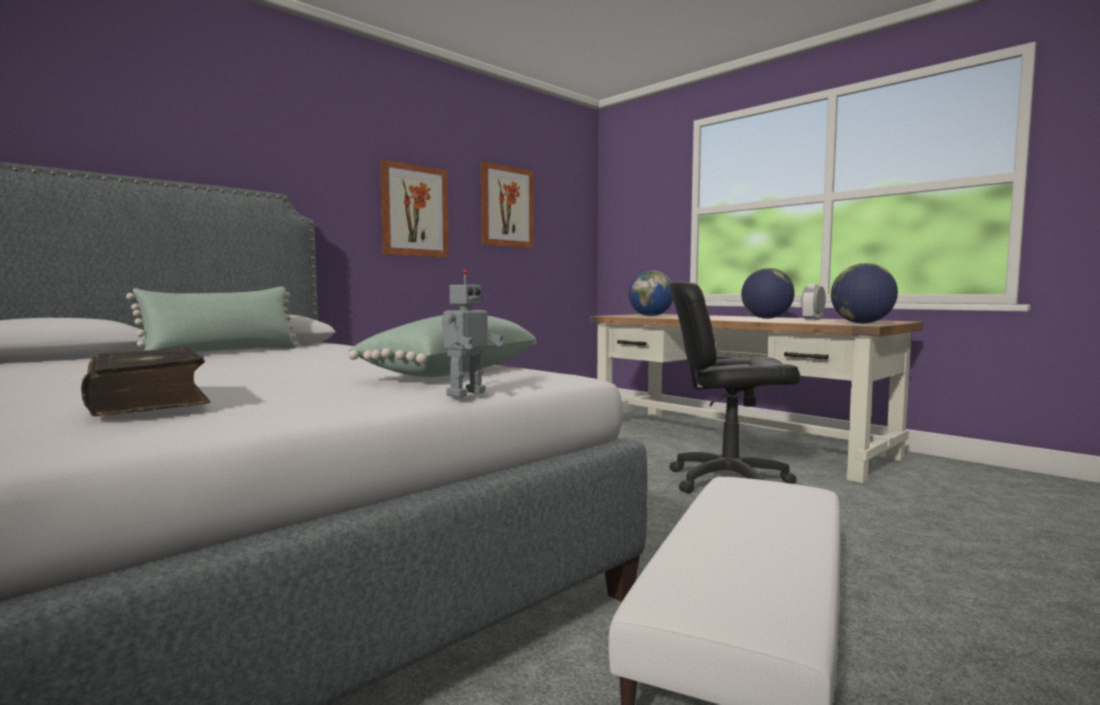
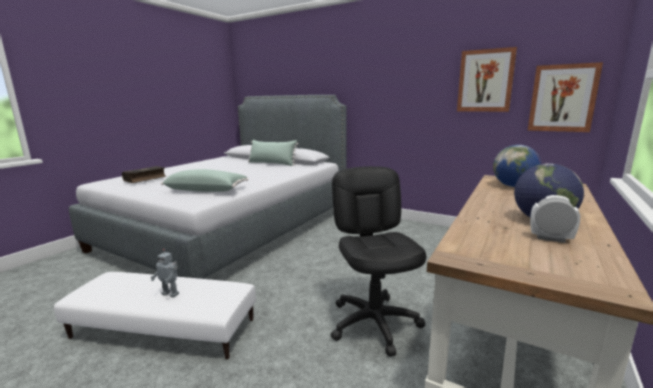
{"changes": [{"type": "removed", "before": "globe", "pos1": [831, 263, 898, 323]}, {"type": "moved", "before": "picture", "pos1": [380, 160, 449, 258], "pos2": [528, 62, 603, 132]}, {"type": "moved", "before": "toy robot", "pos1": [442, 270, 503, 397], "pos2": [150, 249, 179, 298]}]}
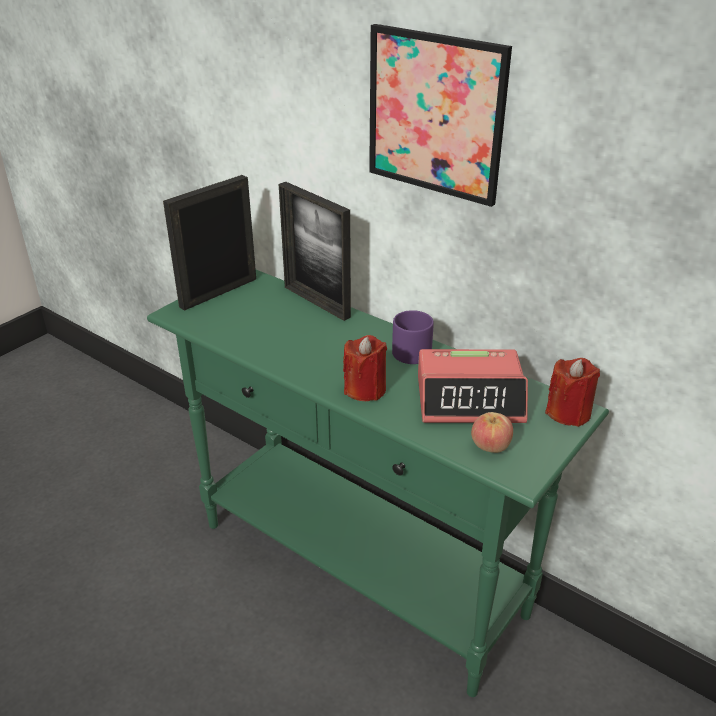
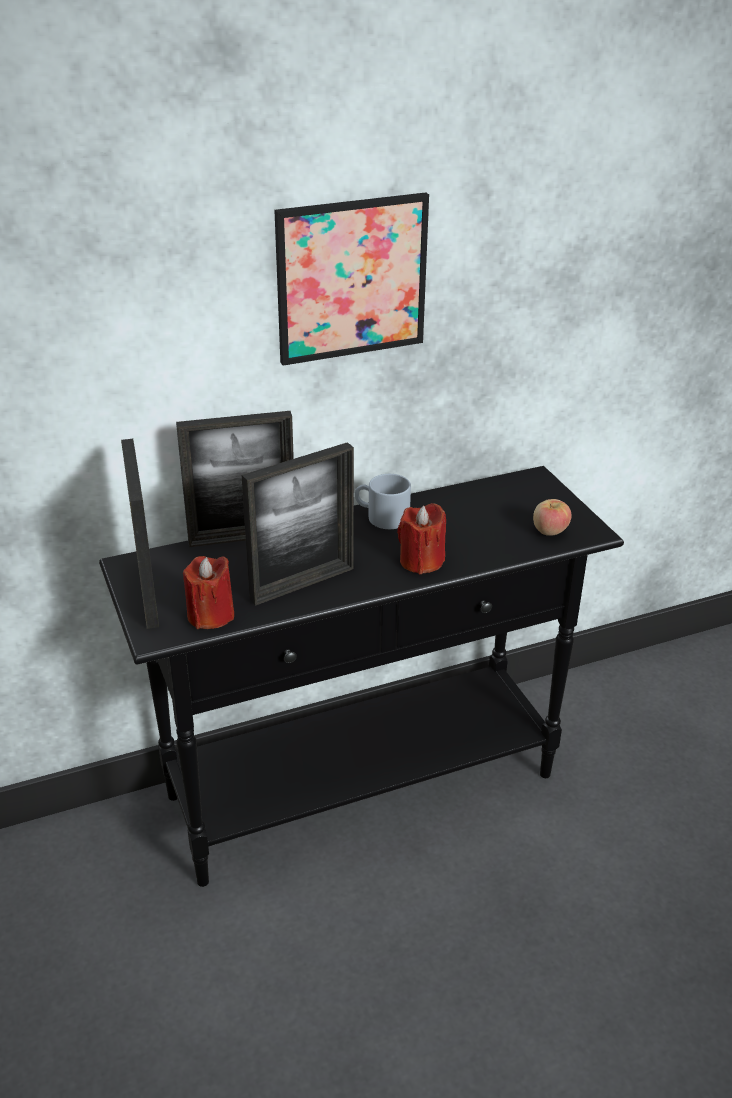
{"changes": [{"type": "removed", "before": "alarm clock", "pos1": [418, 349, 528, 423]}, {"type": "added", "after": "picture frame", "pos2": [242, 442, 354, 606]}, {"type": "moved", "before": "red candle", "pos1": [545, 358, 600, 427], "pos2": [183, 556, 234, 629]}, {"type": "recoloured", "before": "green console table", "after": "black console table", "pos1": [147, 270, 609, 697], "pos2": [99, 466, 624, 887]}, {"type": "recoloured", "before": "purple mug", "after": "grey mug", "pos1": [392, 310, 434, 364], "pos2": [355, 474, 411, 529]}]}
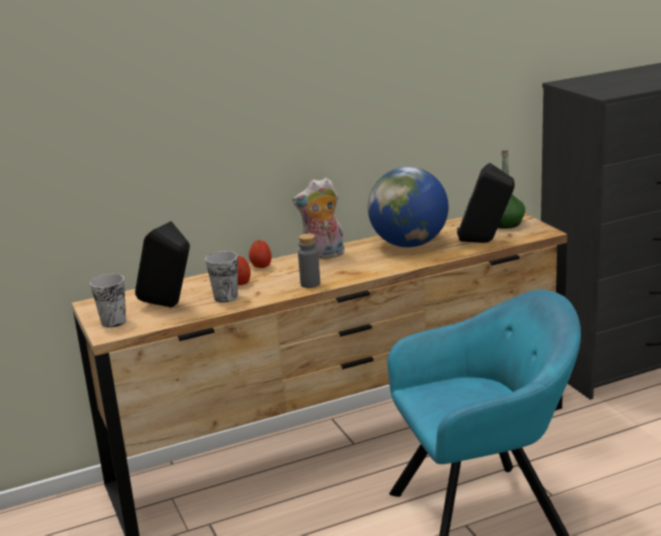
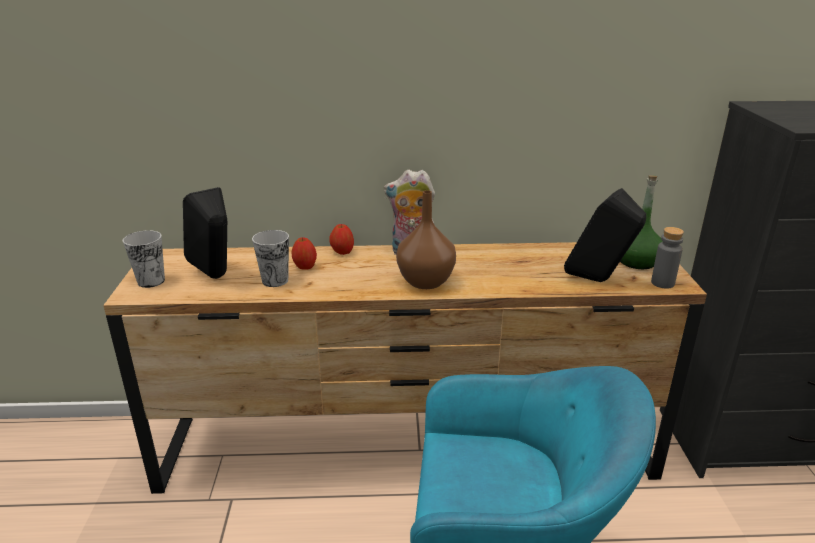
{"changes": [{"type": "removed", "before": "globe", "pos1": [368, 167, 449, 247]}, {"type": "added", "after": "brown vase", "pos2": [396, 190, 456, 289]}, {"type": "moved", "before": "grey bottle", "pos1": [298, 233, 320, 288], "pos2": [651, 227, 684, 289]}]}
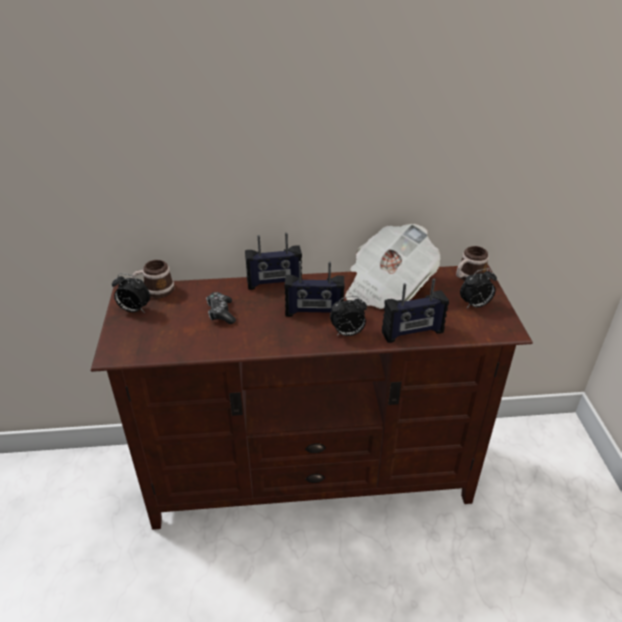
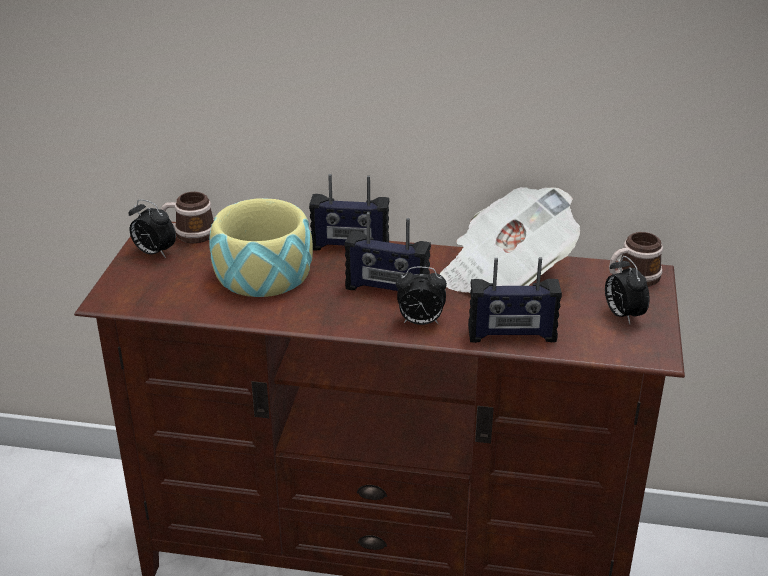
{"changes": [{"type": "replaced", "before": "game controller", "after": "bowl", "pos1": [206, 292, 236, 324], "pos2": [209, 198, 313, 297]}, {"type": "turned", "before": "alarm clock", "pos1": [460, 268, 497, 309], "pos2": [605, 256, 649, 324], "turn": 75}]}
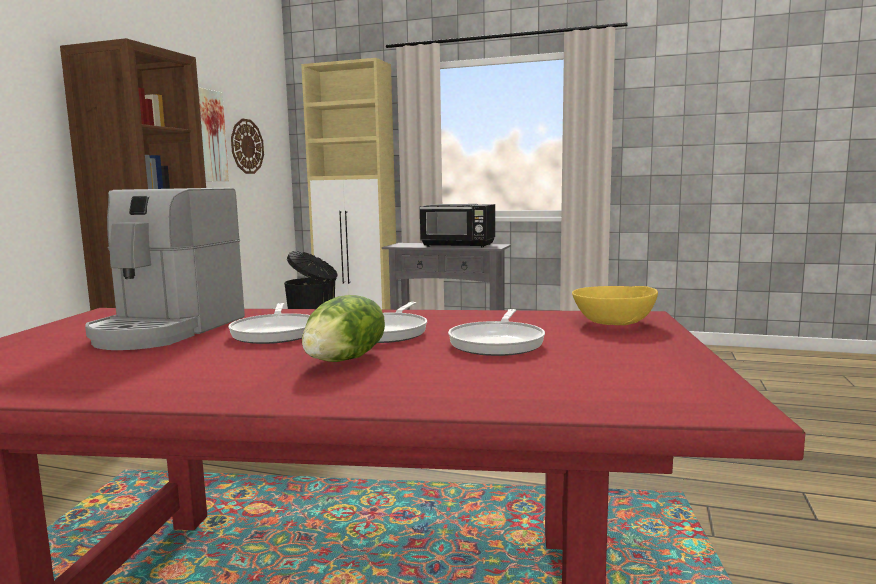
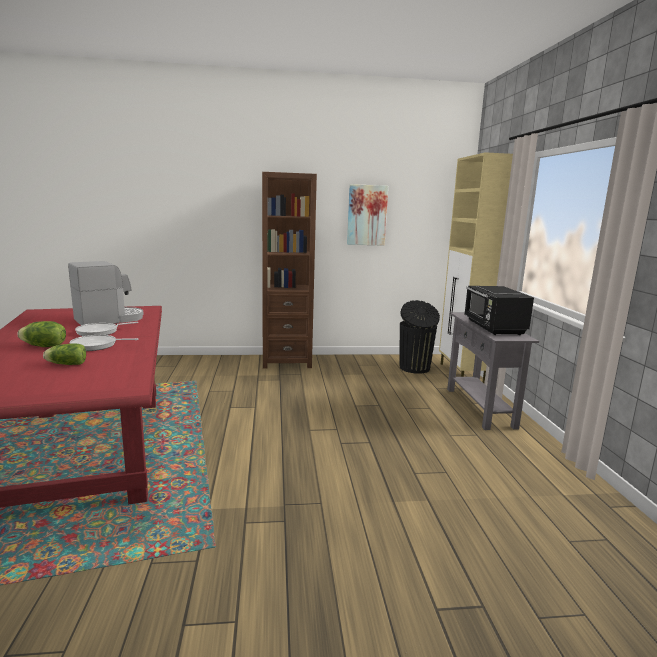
{"changes": [{"type": "removed", "before": "wall clock", "pos1": [231, 119, 264, 174]}, {"type": "removed", "before": "yellow bowl", "pos1": [572, 286, 658, 325]}, {"type": "replaced", "before": "frying pan", "after": "lettuce", "pos1": [448, 309, 545, 356], "pos2": [43, 343, 86, 365]}, {"type": "turned", "before": "coffee machine", "pos1": [85, 188, 245, 350], "pos2": [68, 261, 144, 325], "turn": 150}]}
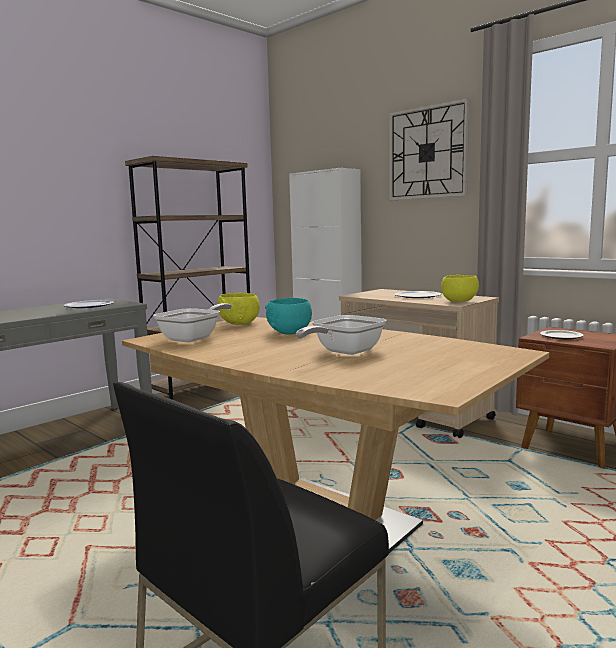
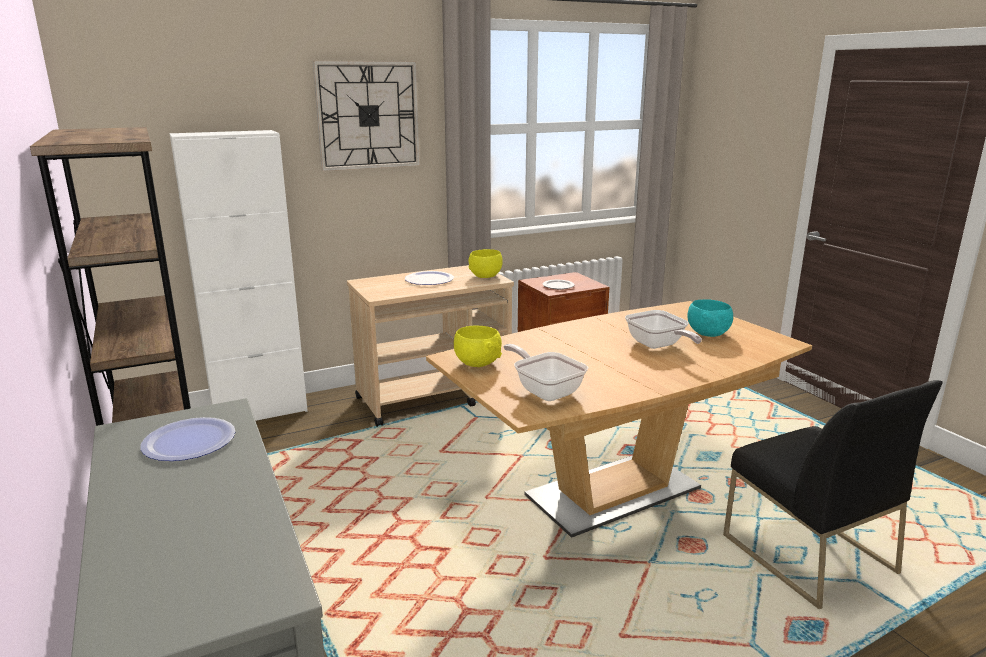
{"changes": [{"type": "moved", "before": "turquoise bowl", "pos1": [265, 298, 312, 335], "pos2": [687, 299, 733, 337]}]}
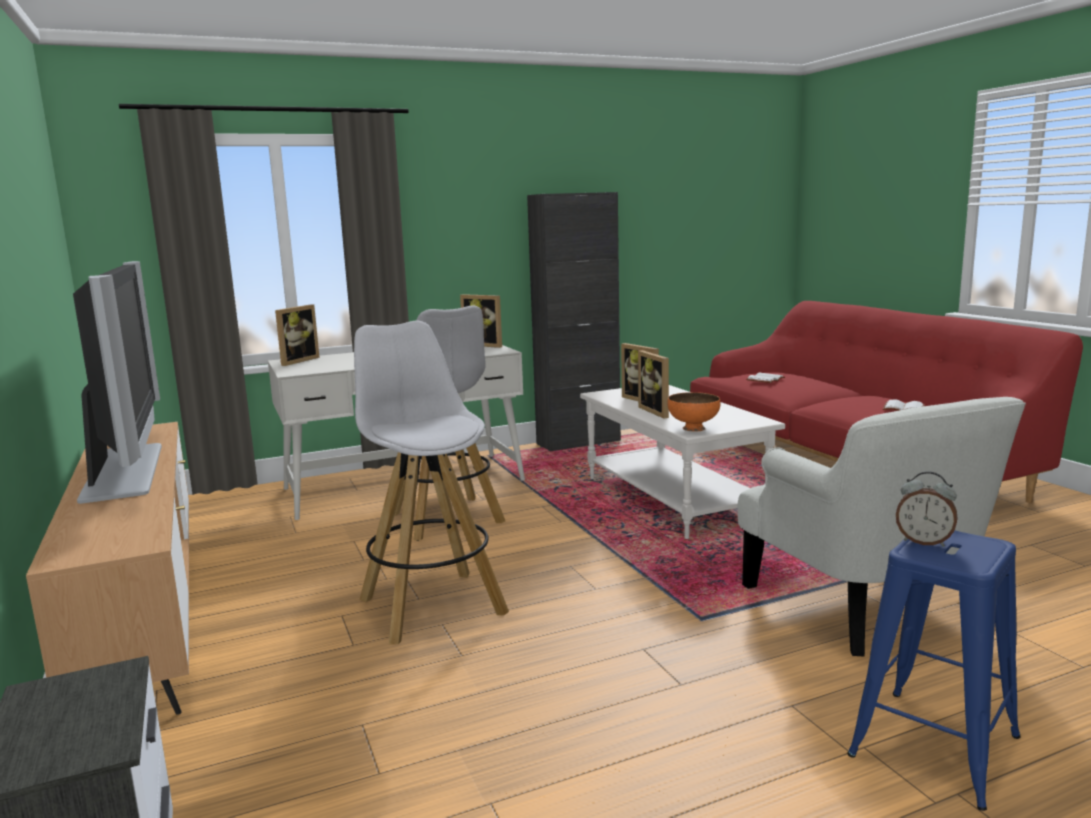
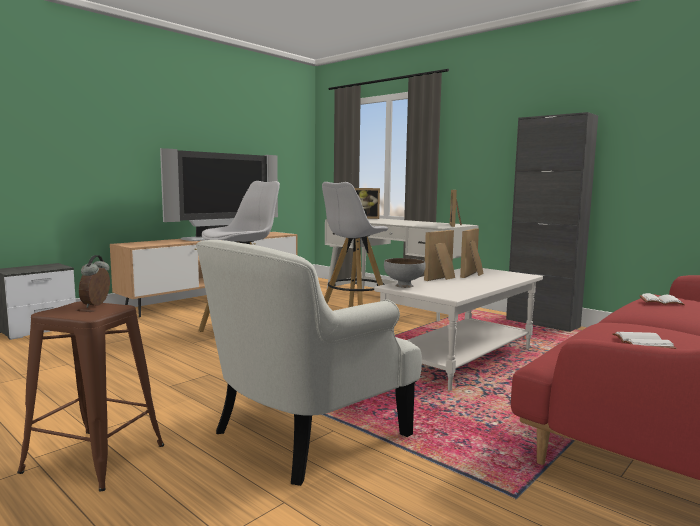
{"changes": [{"type": "recoloured", "before": "orange bowl", "after": "grey bowl", "pos1": [667, 392, 720, 432], "pos2": [384, 258, 426, 288]}, {"type": "recoloured", "before": "blue stool", "after": "brown stool", "pos1": [847, 531, 1021, 811], "pos2": [17, 301, 164, 491]}]}
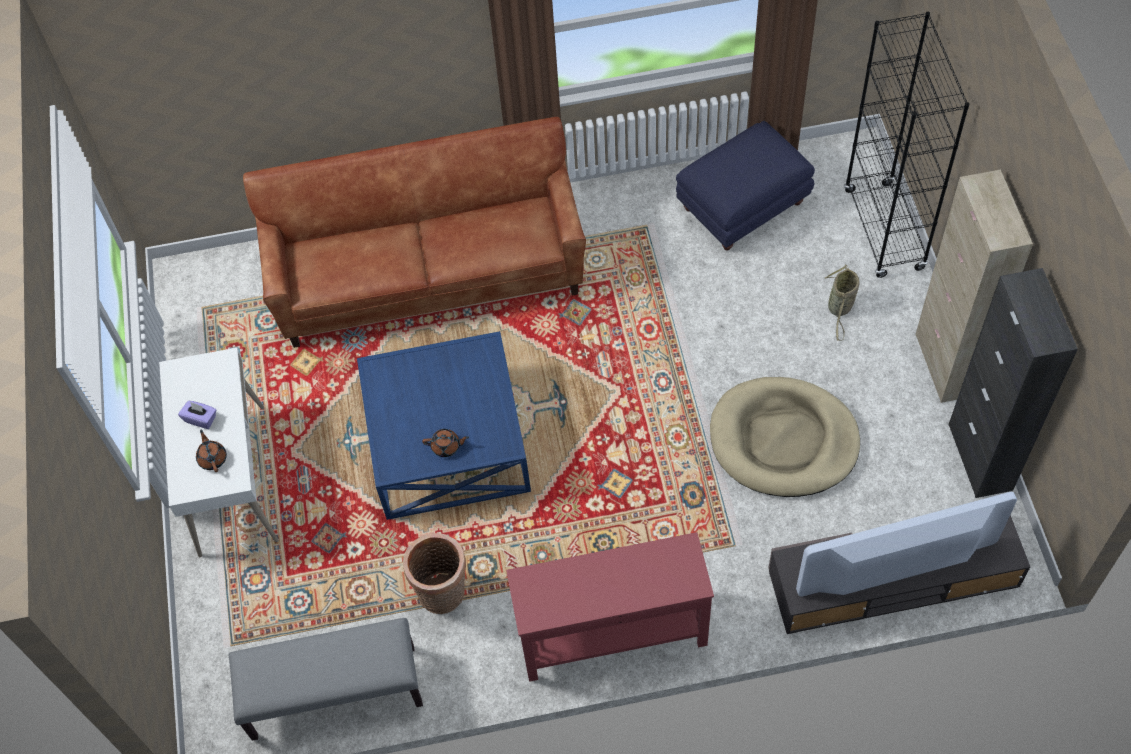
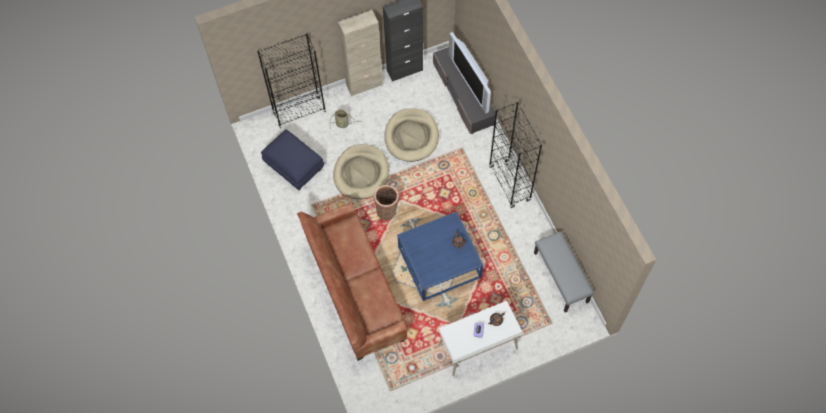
{"changes": [{"type": "added", "after": "beige dog bed", "pos2": [333, 144, 389, 199]}, {"type": "moved", "before": "basket", "pos1": [403, 533, 466, 614], "pos2": [374, 185, 399, 220]}, {"type": "replaced", "before": "red console table", "after": "black bookcase", "pos1": [506, 532, 714, 682], "pos2": [489, 101, 542, 208]}]}
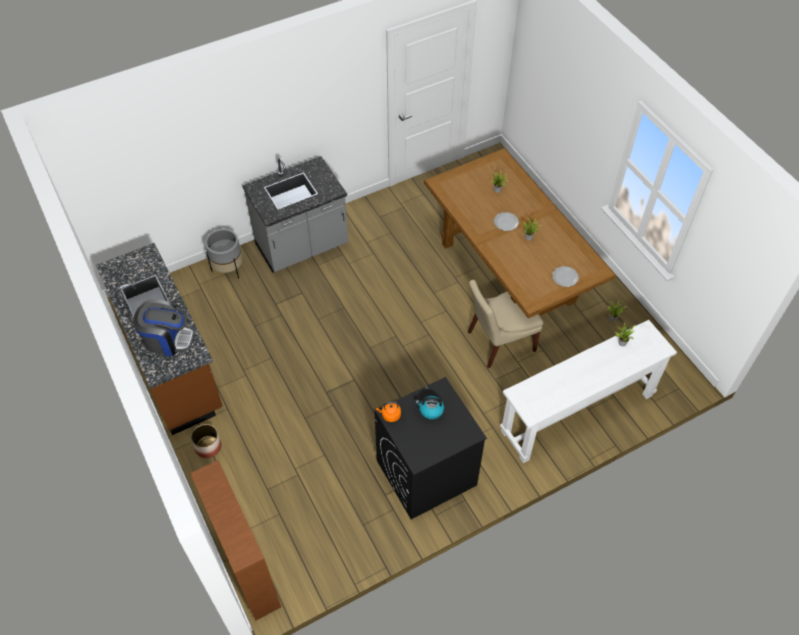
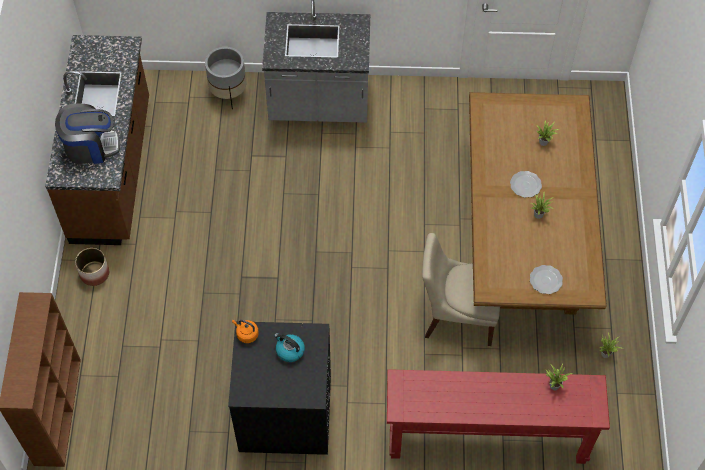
{"changes": [{"type": "recoloured", "before": "white console table", "after": "red console table", "pos1": [500, 320, 677, 463], "pos2": [387, 369, 610, 464]}, {"type": "turned", "before": "coffee machine", "pos1": [133, 299, 195, 356], "pos2": [55, 104, 120, 164], "turn": -45}]}
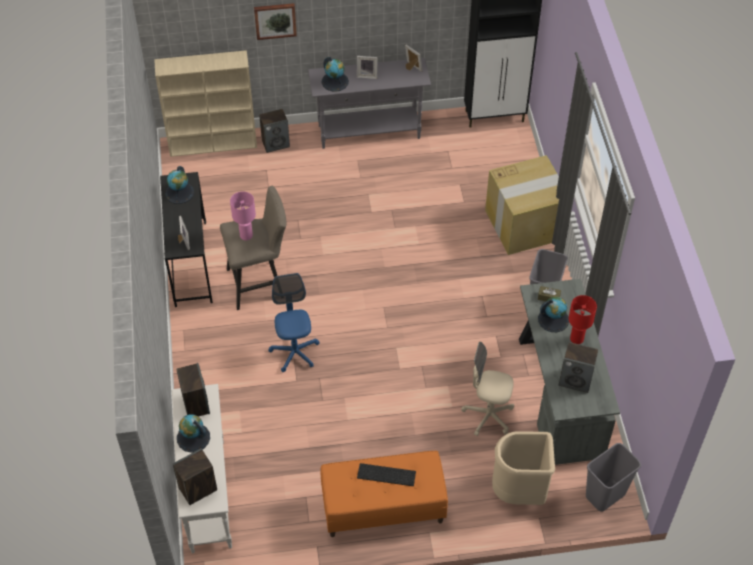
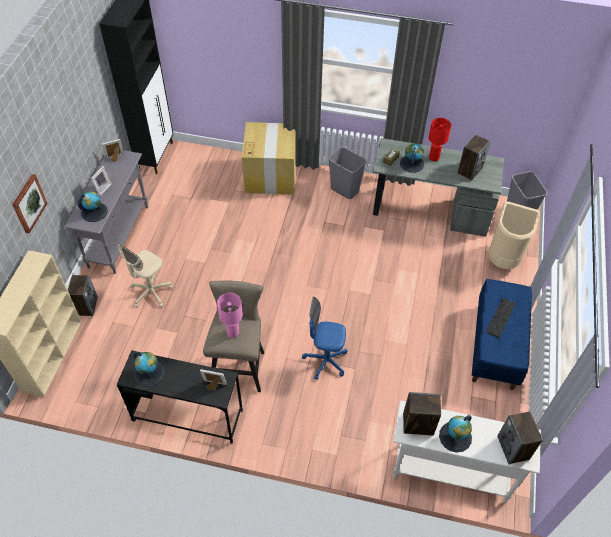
{"changes": [{"type": "moved", "before": "beige office chair", "pos1": [461, 342, 514, 436], "pos2": [116, 242, 173, 308]}, {"type": "recoloured", "before": "orange bench", "after": "blue bench", "pos1": [320, 451, 448, 537], "pos2": [472, 279, 532, 390]}]}
